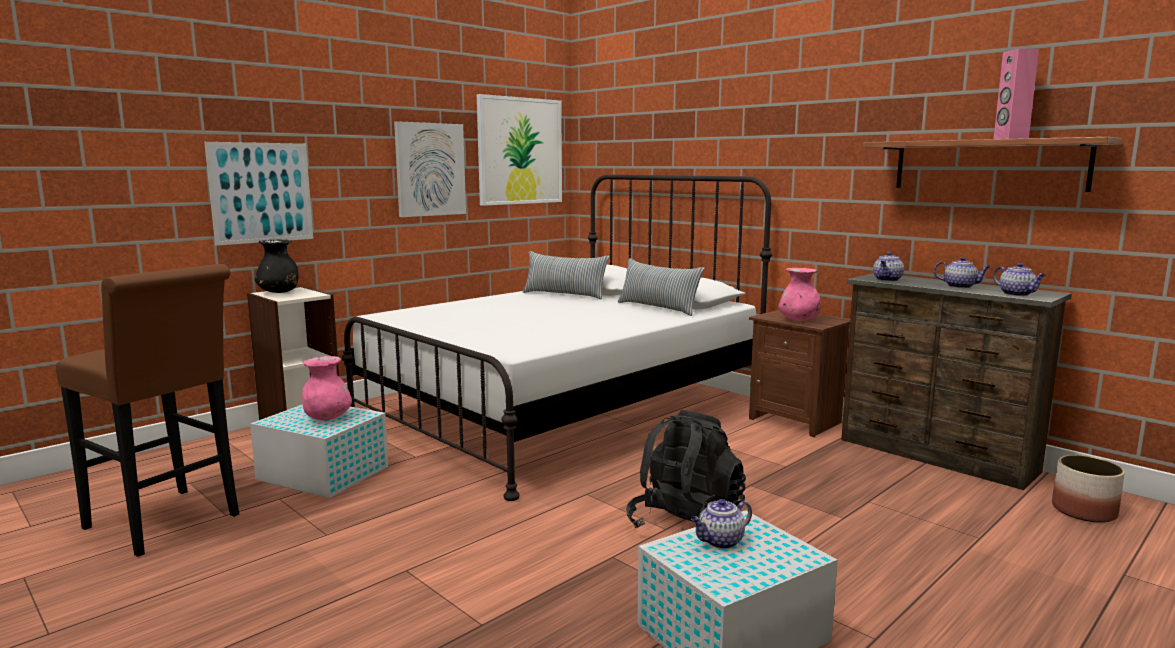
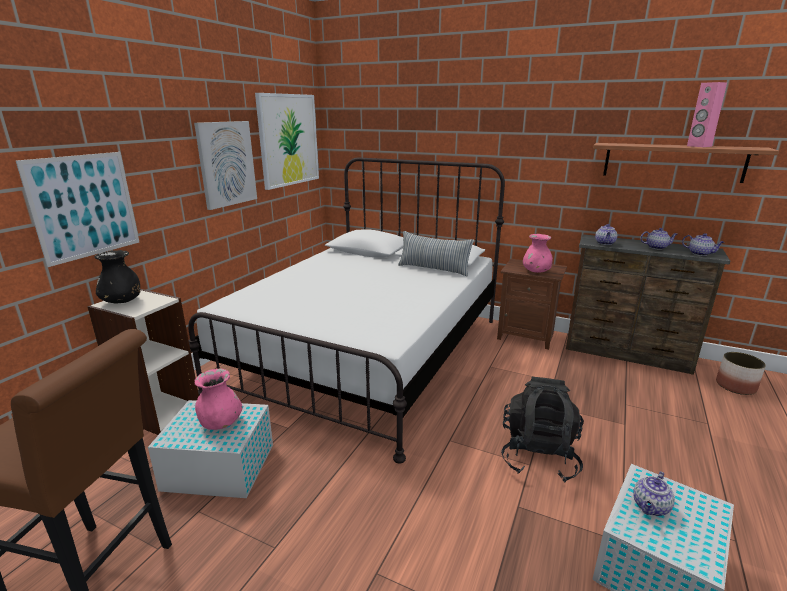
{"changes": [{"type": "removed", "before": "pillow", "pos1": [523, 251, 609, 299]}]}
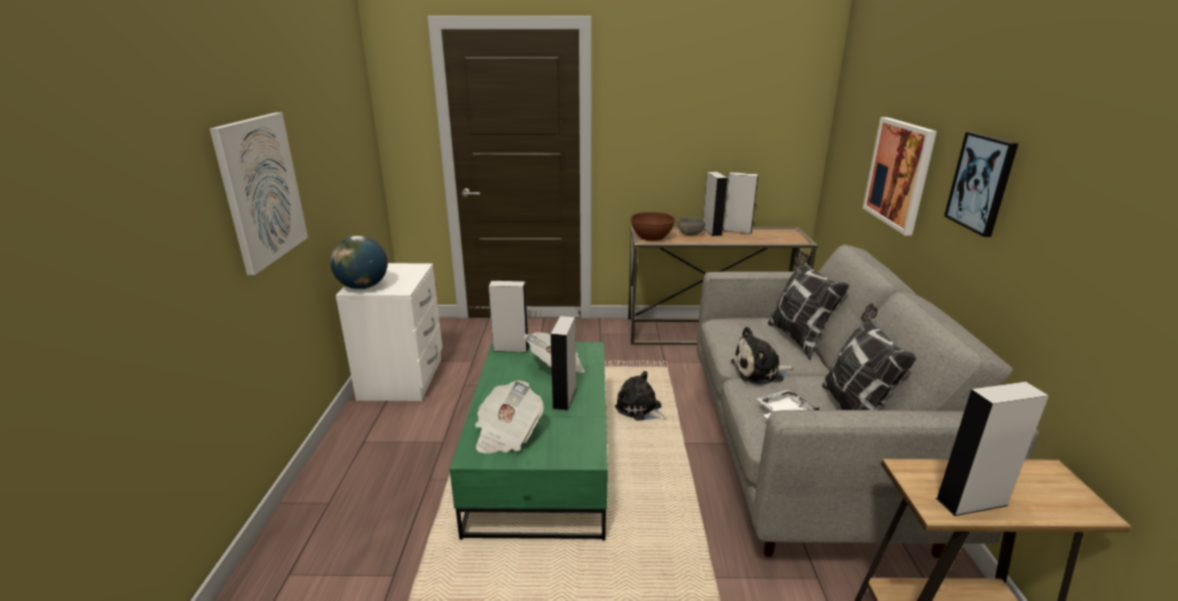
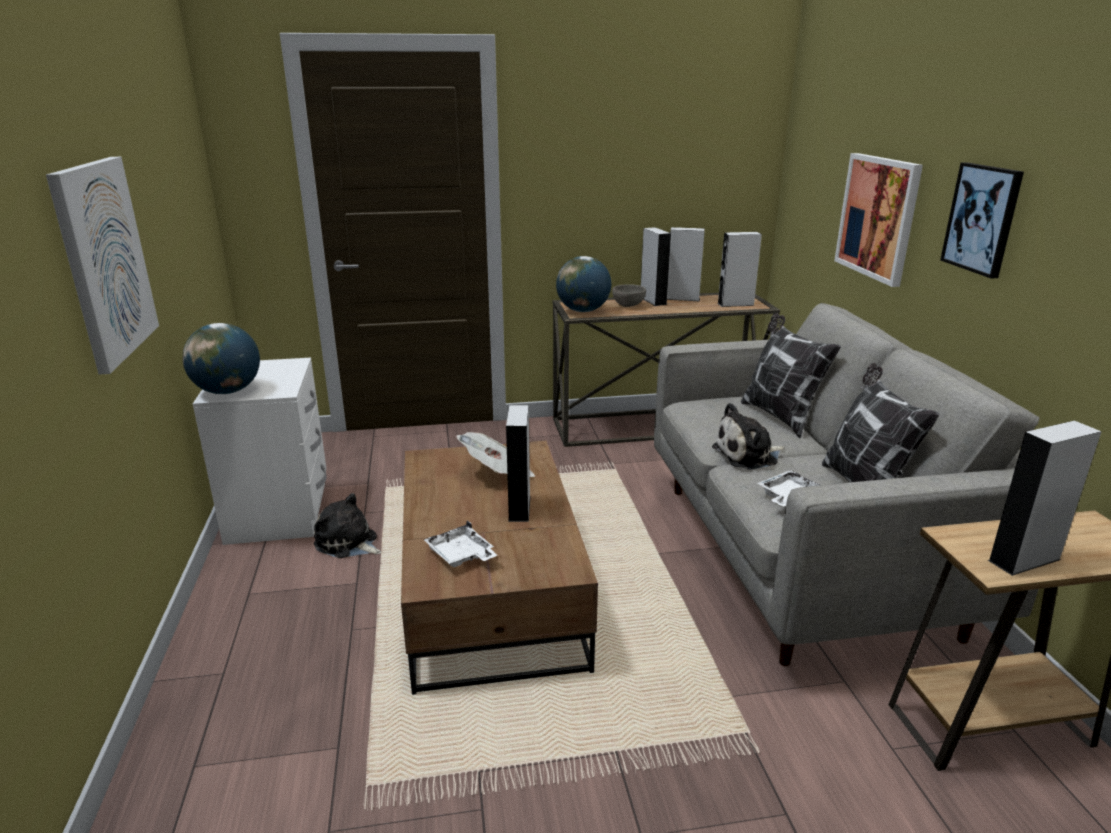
{"changes": [{"type": "moved", "before": "grey speaker", "pos1": [488, 281, 529, 353], "pos2": [718, 232, 762, 307]}, {"type": "moved", "before": "plush toy", "pos1": [615, 371, 667, 421], "pos2": [314, 493, 382, 558]}, {"type": "replaced", "before": "newspaper", "after": "white tray", "pos1": [475, 380, 544, 453], "pos2": [424, 521, 497, 567]}, {"type": "replaced", "before": "brown bowl", "after": "globe", "pos1": [631, 212, 675, 241], "pos2": [556, 256, 611, 312]}, {"type": "recoloured", "before": "green coffee table", "after": "brown coffee table", "pos1": [449, 342, 608, 541], "pos2": [401, 441, 598, 695]}]}
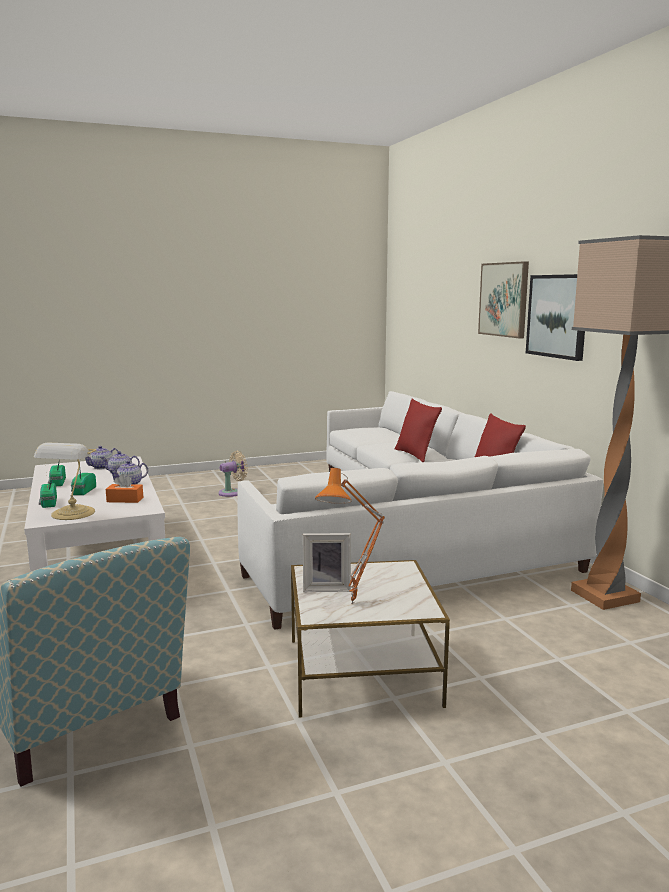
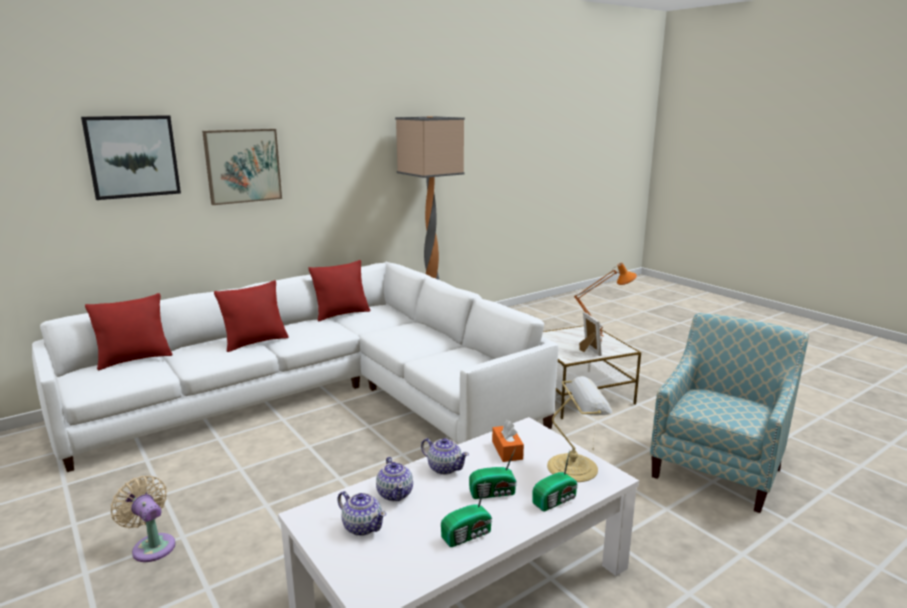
{"changes": [{"type": "added", "after": "red pillow", "pos2": [85, 293, 173, 370]}, {"type": "moved", "before": "picture", "pos1": [526, 274, 585, 361], "pos2": [81, 115, 181, 200]}]}
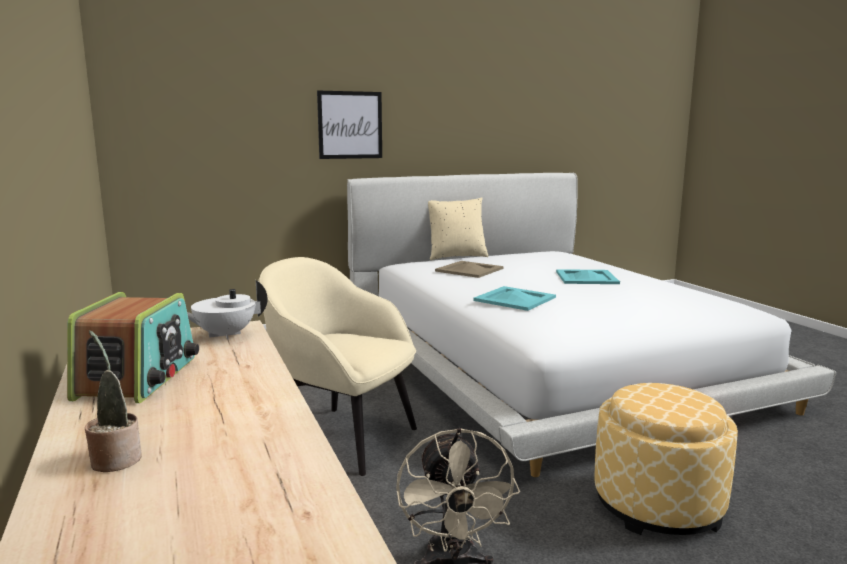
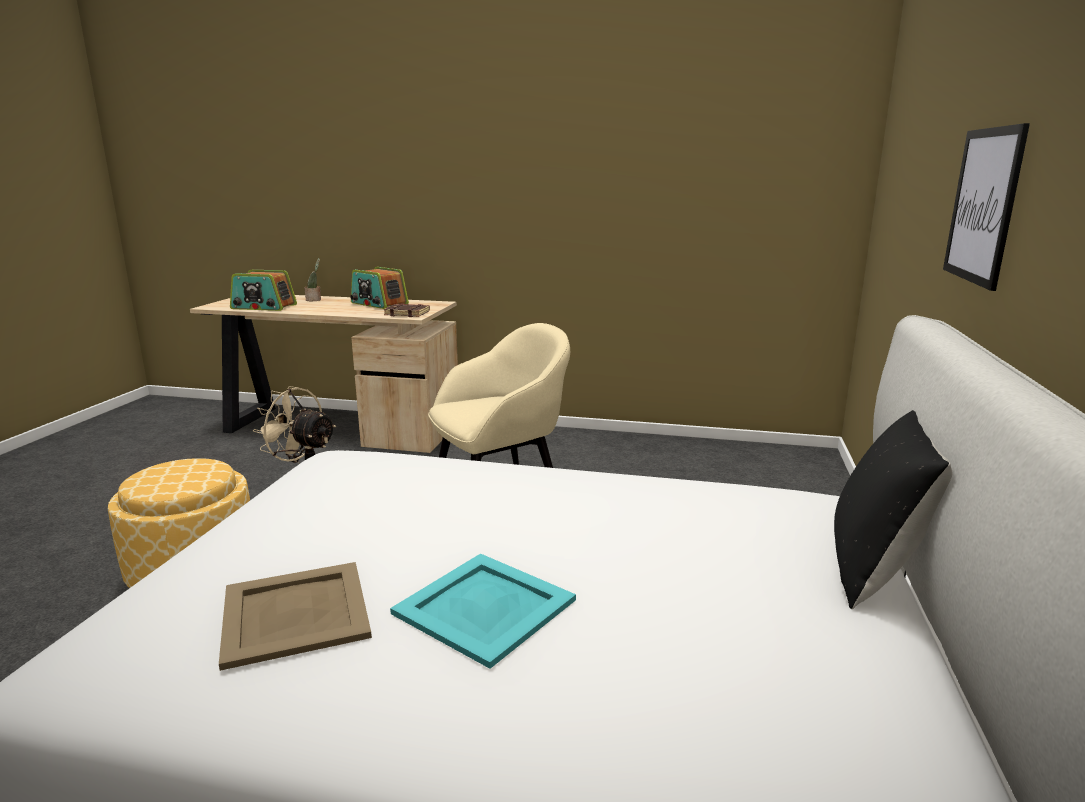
{"changes": [{"type": "removed", "before": "turquoise tray", "pos1": [473, 286, 556, 311]}, {"type": "added", "after": "radio", "pos2": [230, 270, 297, 311]}, {"type": "moved", "before": "beige tray", "pos1": [435, 261, 503, 278], "pos2": [219, 562, 372, 671]}, {"type": "replaced", "before": "white teapot", "after": "brown book", "pos1": [187, 280, 268, 340], "pos2": [384, 304, 430, 317]}, {"type": "recoloured", "before": "beige pillow", "after": "black pillow", "pos1": [428, 197, 489, 260], "pos2": [834, 410, 952, 609]}]}
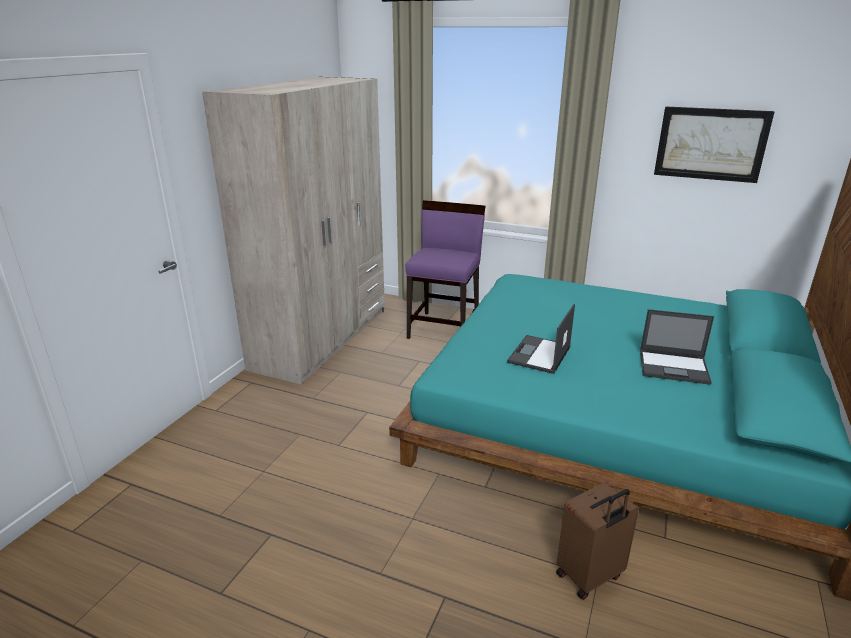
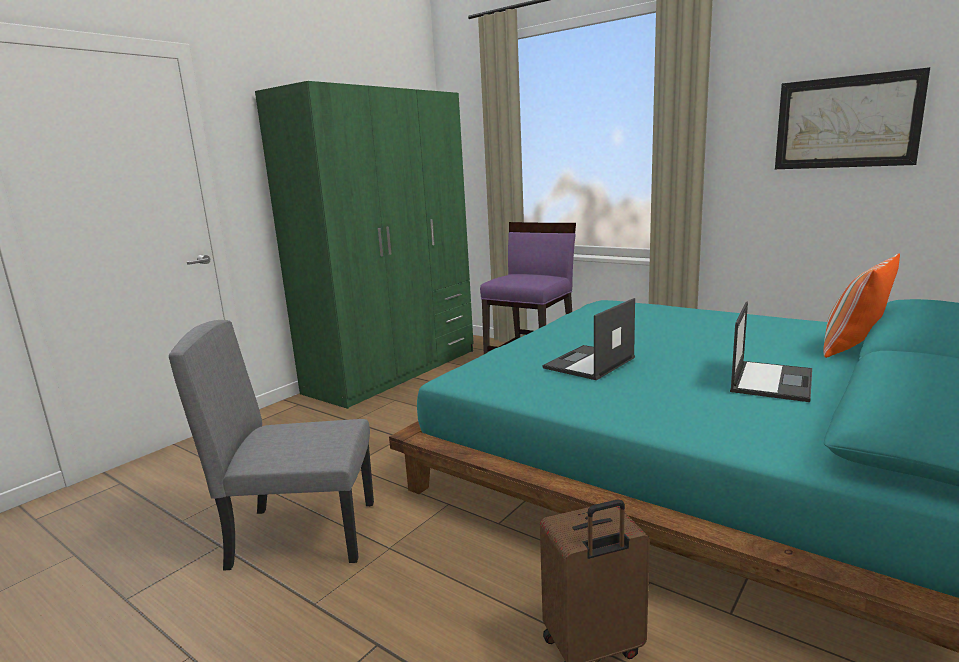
{"changes": [{"type": "added", "after": "grey chair", "pos2": [169, 320, 374, 571]}, {"type": "added", "after": "pillow", "pos2": [823, 253, 900, 358]}, {"type": "recoloured", "before": "beige wardrobe", "after": "green wardrobe", "pos1": [202, 77, 385, 385], "pos2": [255, 81, 474, 409]}, {"type": "turned", "before": "laptop", "pos1": [640, 309, 714, 385], "pos2": [730, 302, 812, 402], "turn": -90}]}
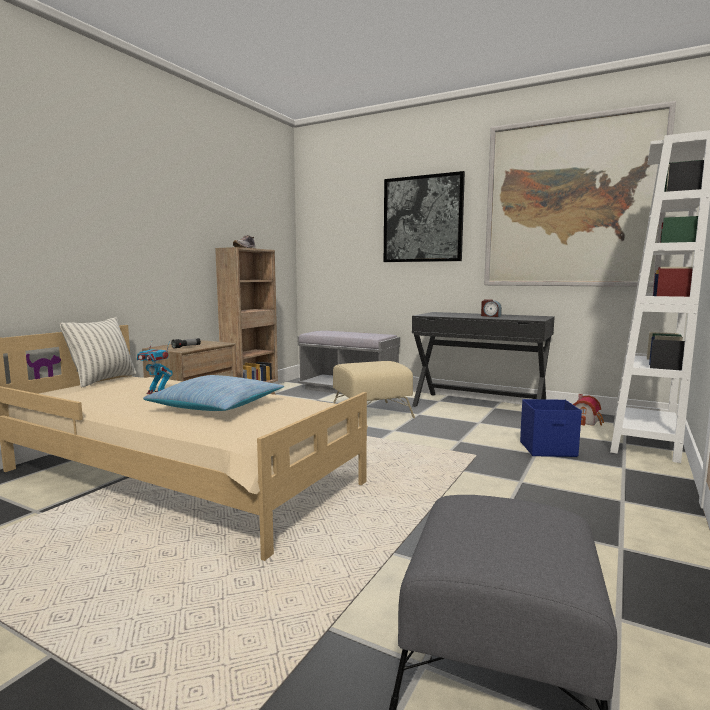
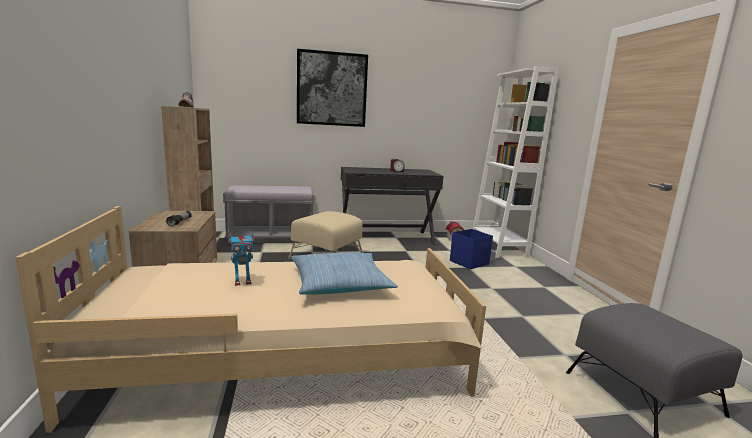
{"changes": [{"type": "removed", "before": "pillow", "pos1": [60, 317, 136, 387]}, {"type": "removed", "before": "picture", "pos1": [484, 101, 676, 287]}]}
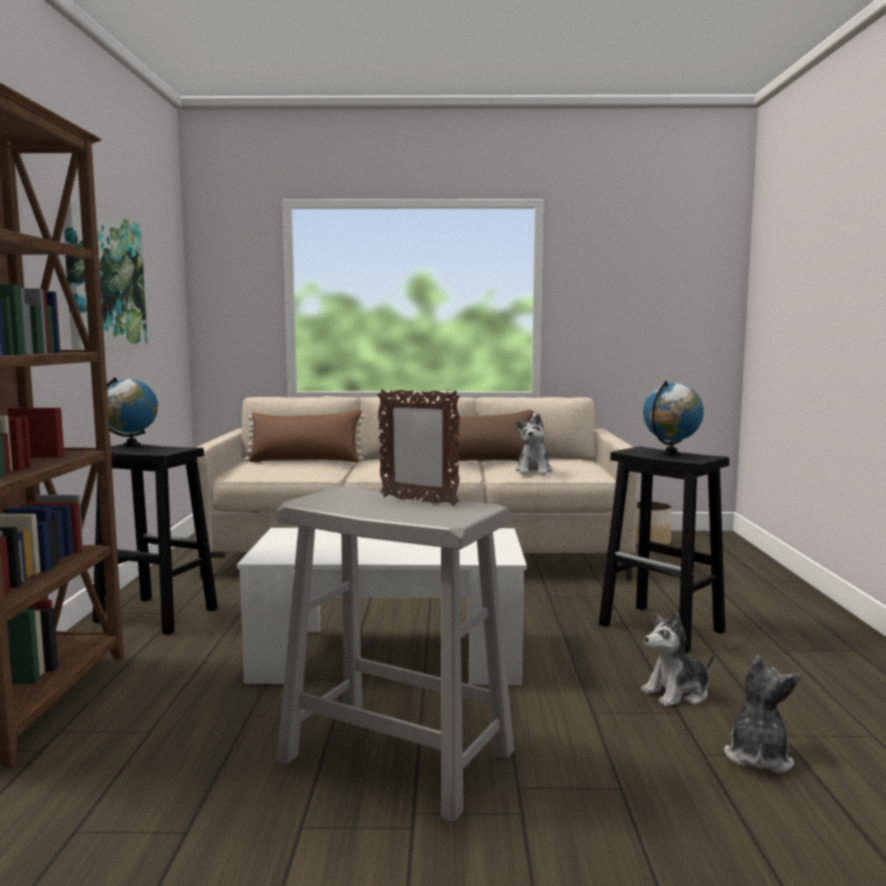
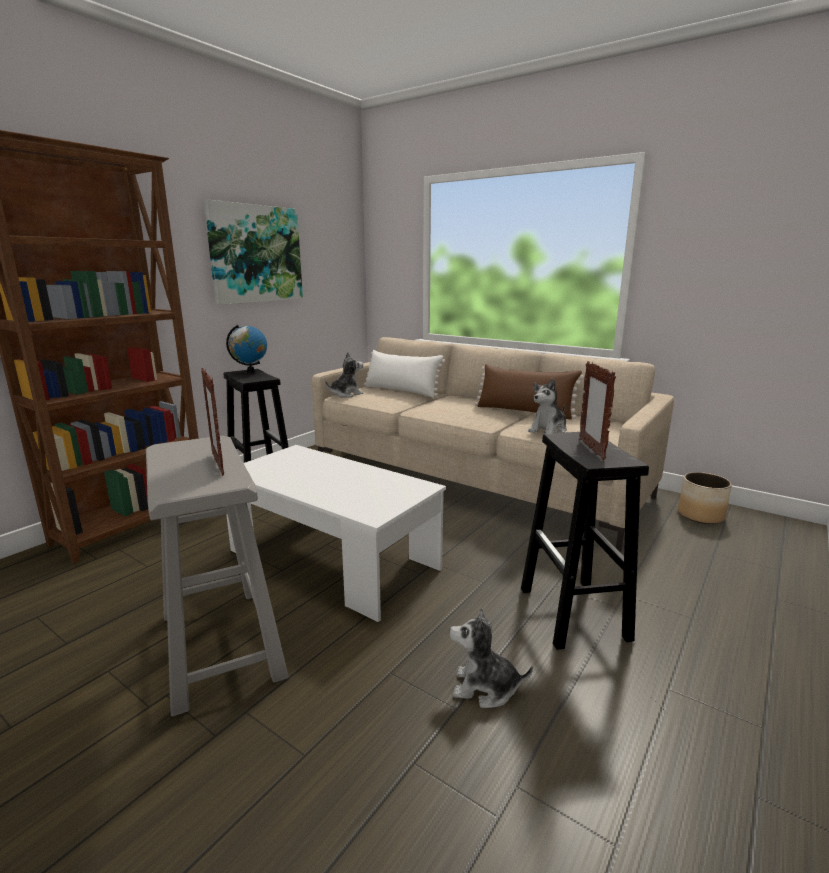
{"changes": [{"type": "moved", "before": "plush toy", "pos1": [724, 655, 800, 773], "pos2": [325, 352, 364, 398]}, {"type": "replaced", "before": "globe", "after": "picture frame", "pos1": [643, 381, 704, 456], "pos2": [579, 361, 616, 460]}, {"type": "recoloured", "before": "brown pillow", "after": "white pillow", "pos1": [245, 410, 365, 462], "pos2": [364, 350, 446, 398]}]}
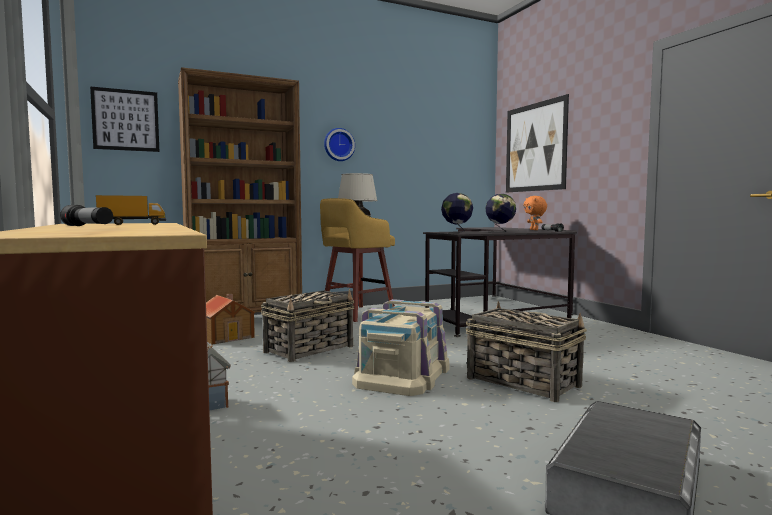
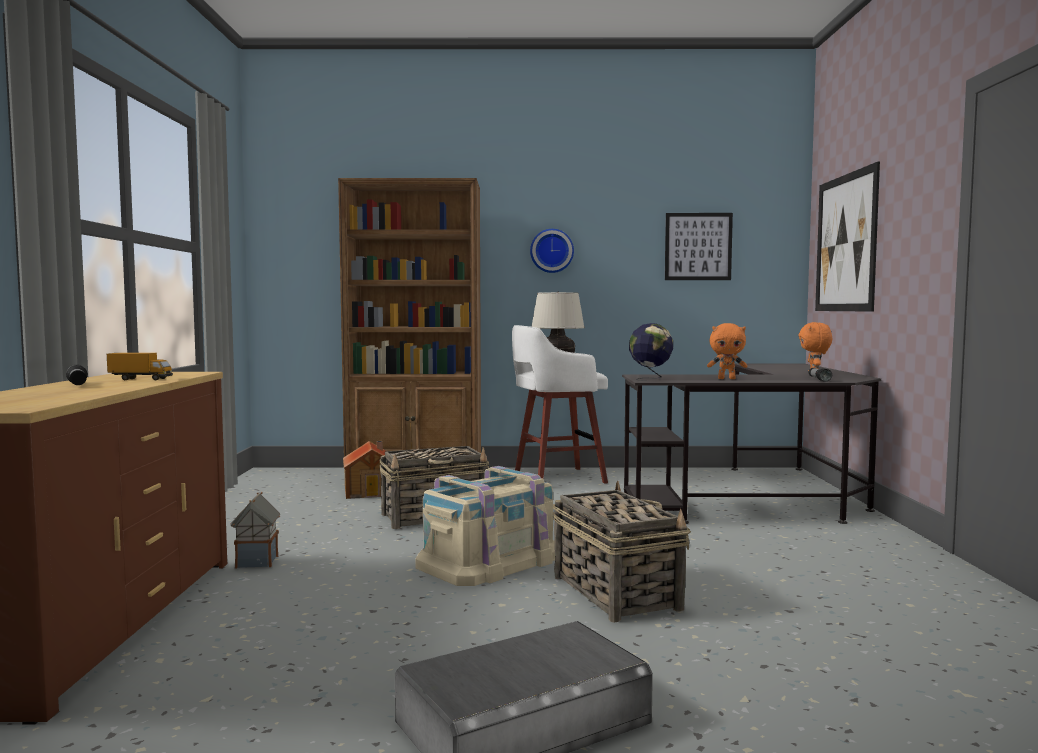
{"changes": [{"type": "moved", "before": "picture", "pos1": [90, 86, 159, 152], "pos2": [665, 213, 733, 280]}, {"type": "replaced", "before": "globe", "after": "orange plush toy", "pos1": [485, 194, 516, 232], "pos2": [707, 323, 747, 379]}, {"type": "recoloured", "before": "yellow stool", "after": "white stool", "pos1": [320, 198, 395, 322], "pos2": [512, 325, 608, 484]}]}
